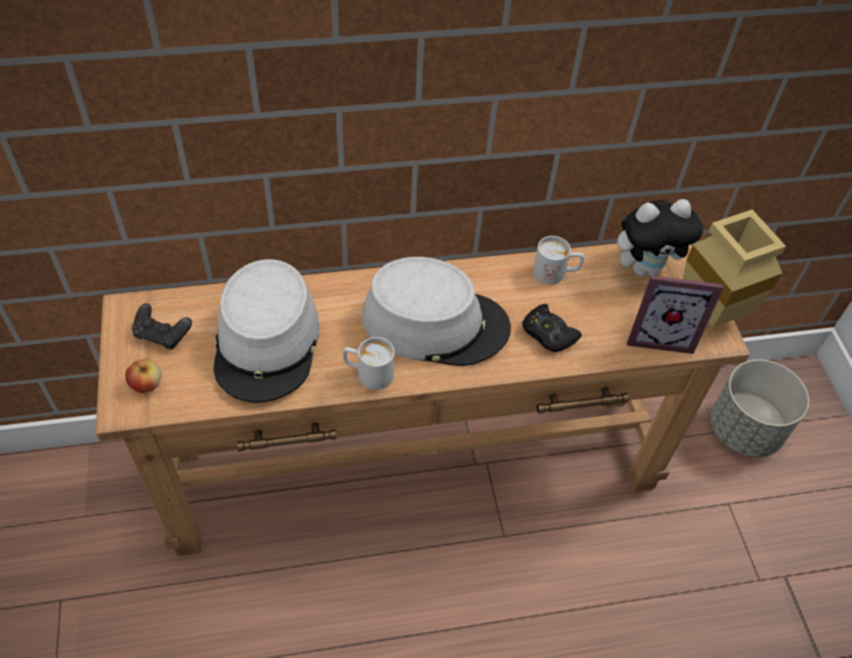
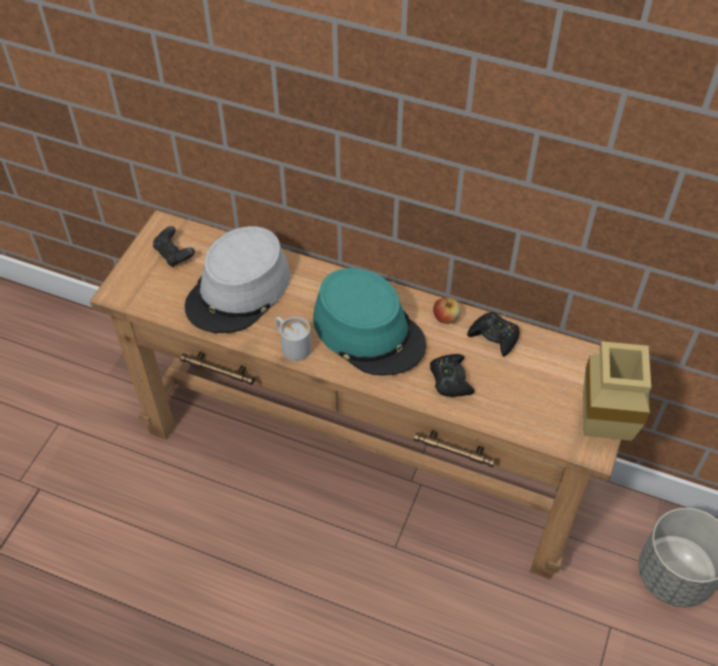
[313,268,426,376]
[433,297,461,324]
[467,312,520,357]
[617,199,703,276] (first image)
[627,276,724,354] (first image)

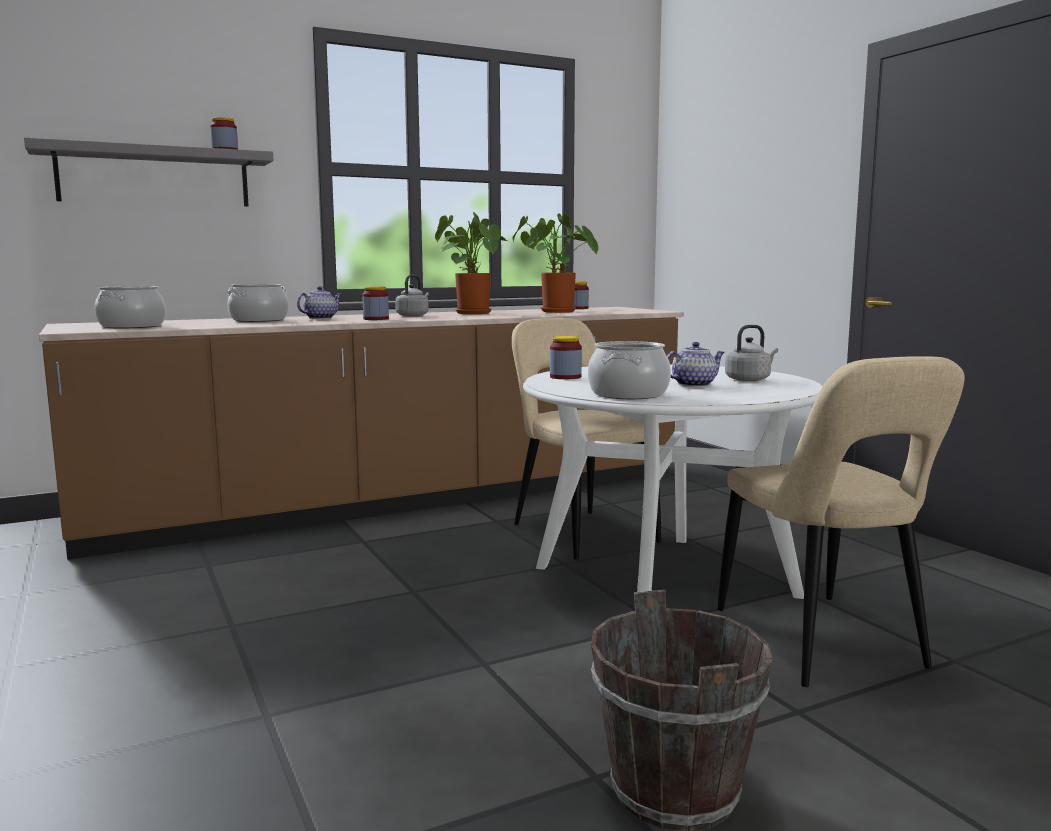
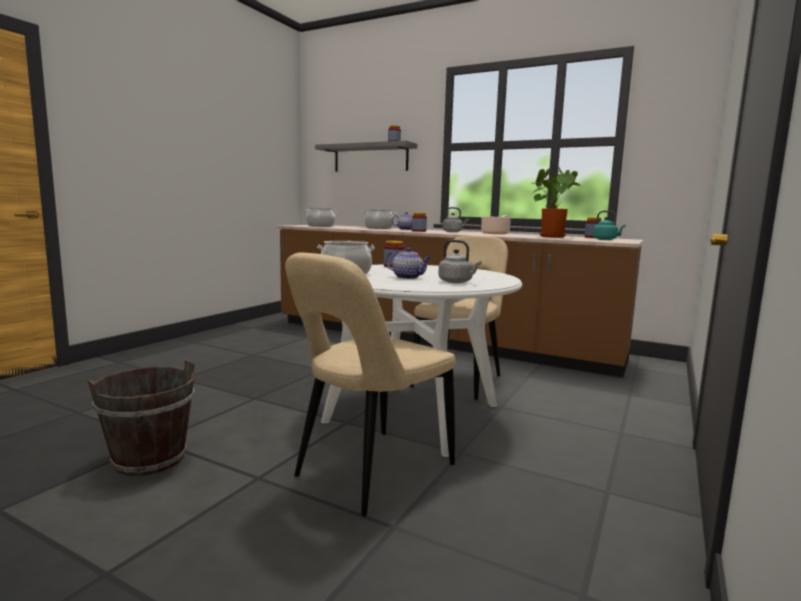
[480,215,512,234]
[593,210,626,240]

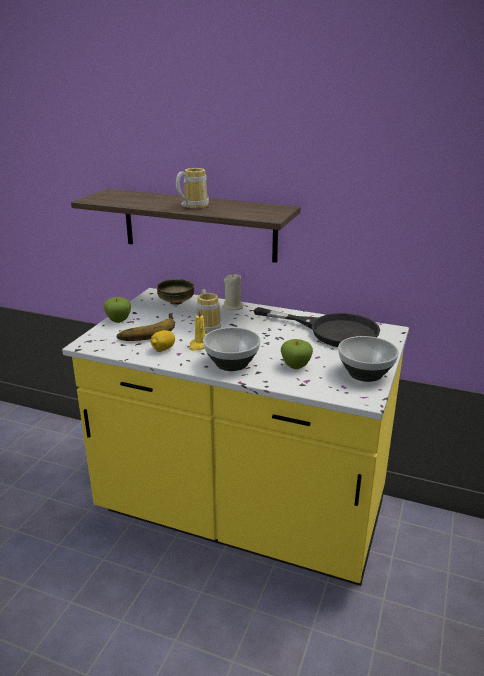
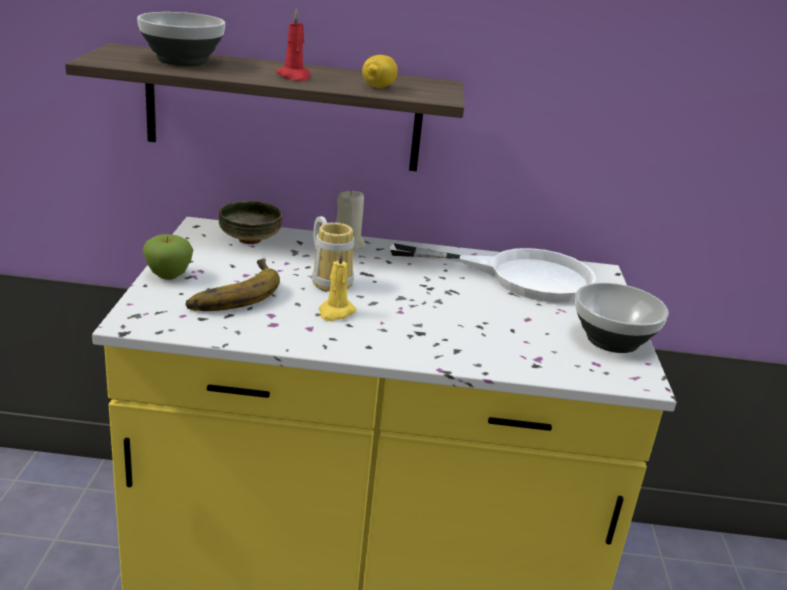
[137,12,225,66]
[276,9,311,81]
[362,55,398,88]
[390,243,596,302]
[281,339,313,369] (first image)

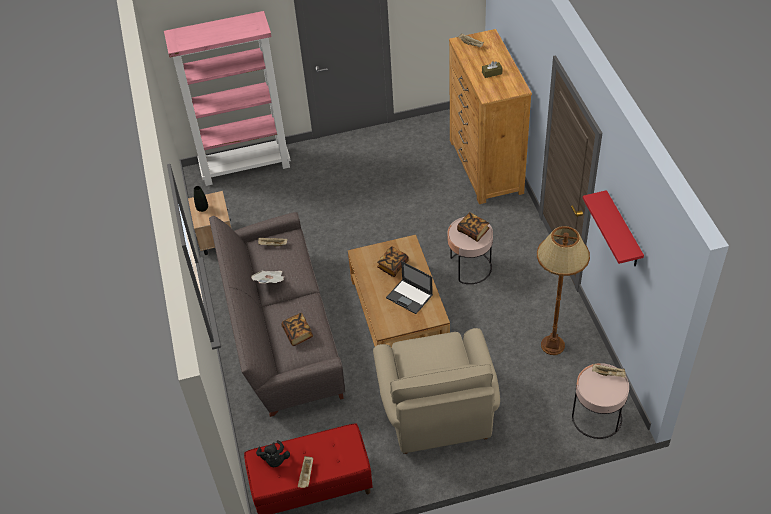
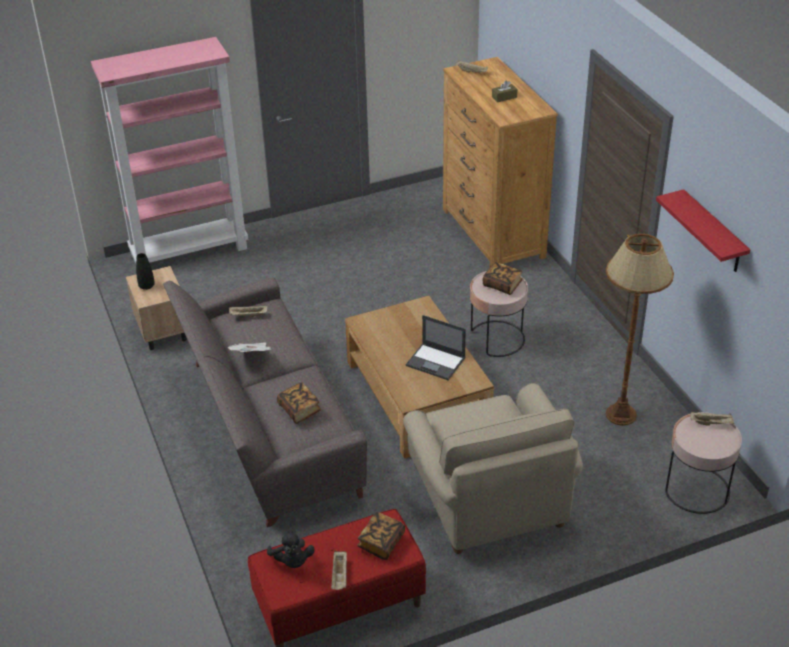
[357,512,405,560]

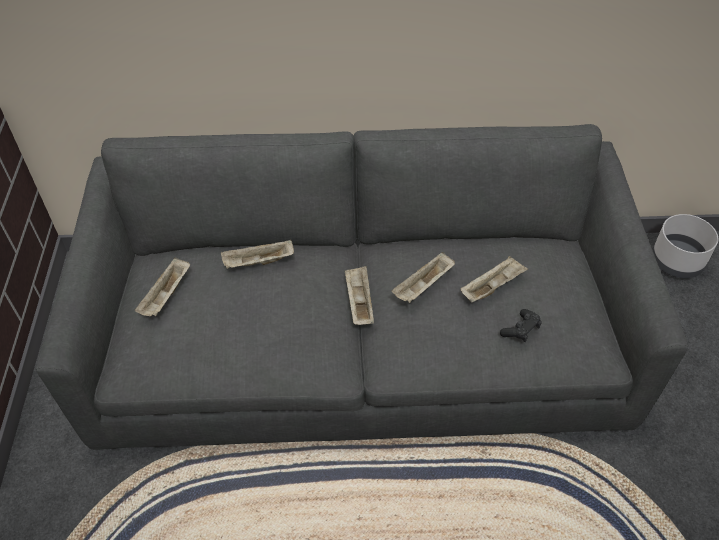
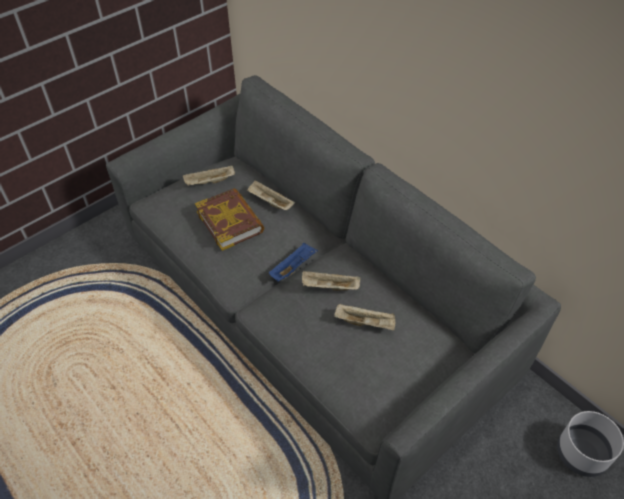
[195,188,264,251]
[269,243,318,282]
[500,309,542,342] (first image)

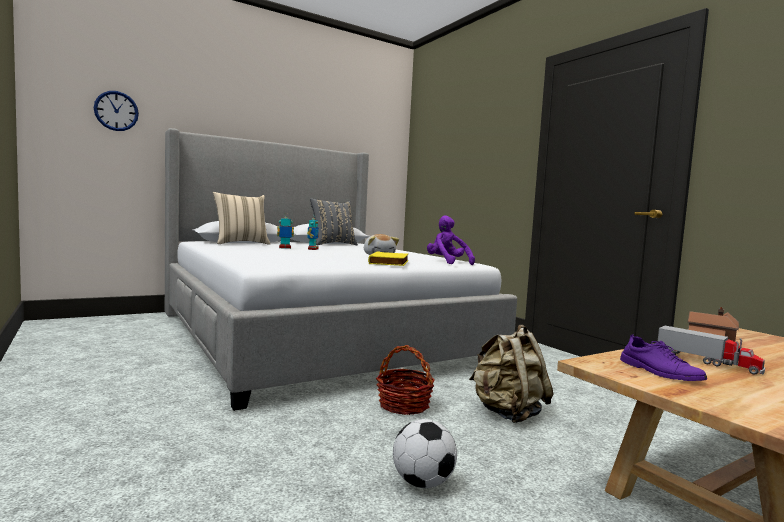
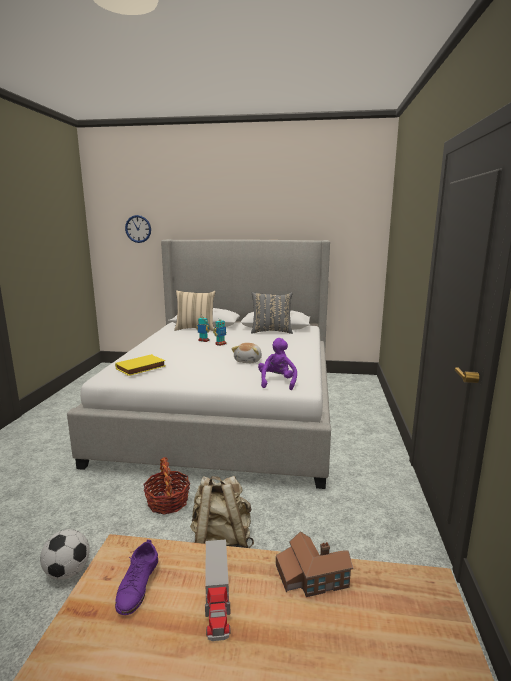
[115,354,166,376]

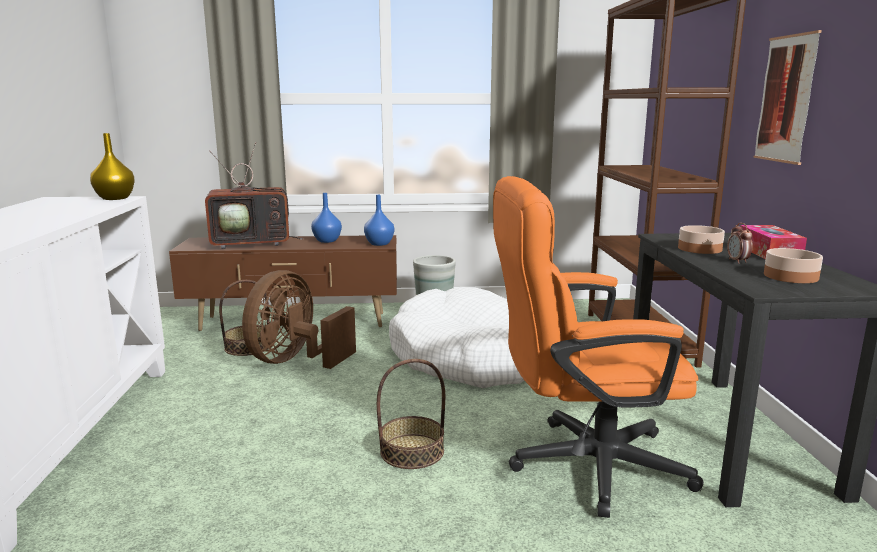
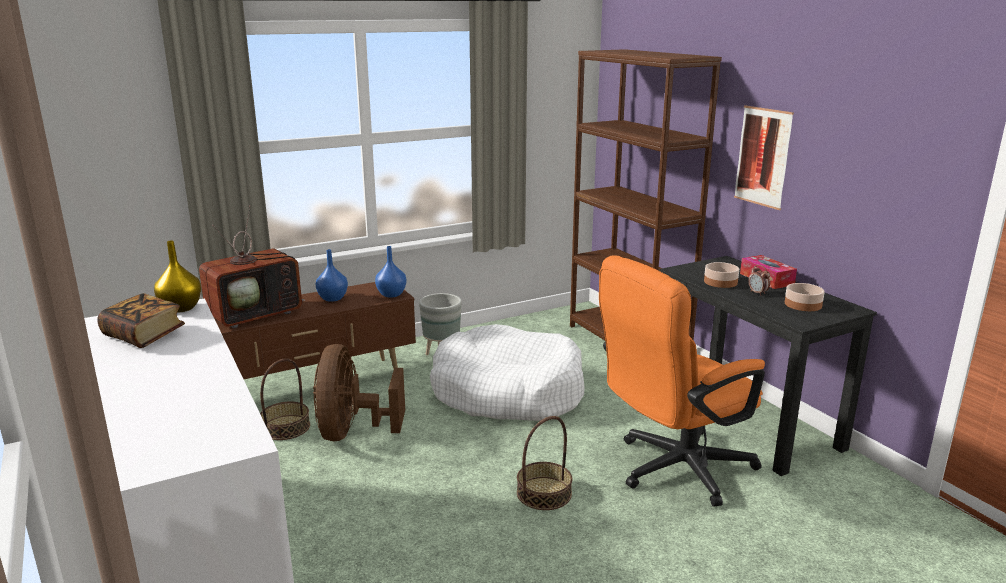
[97,293,185,348]

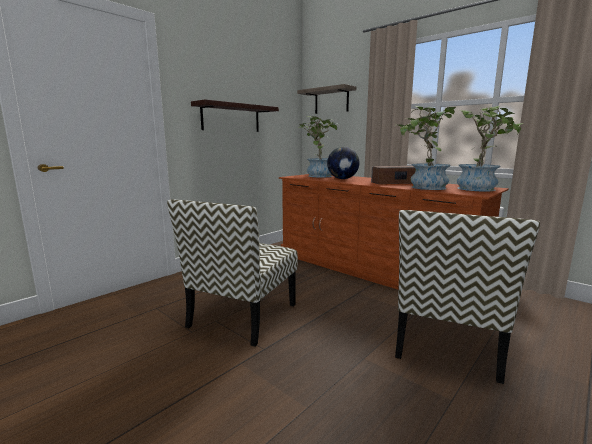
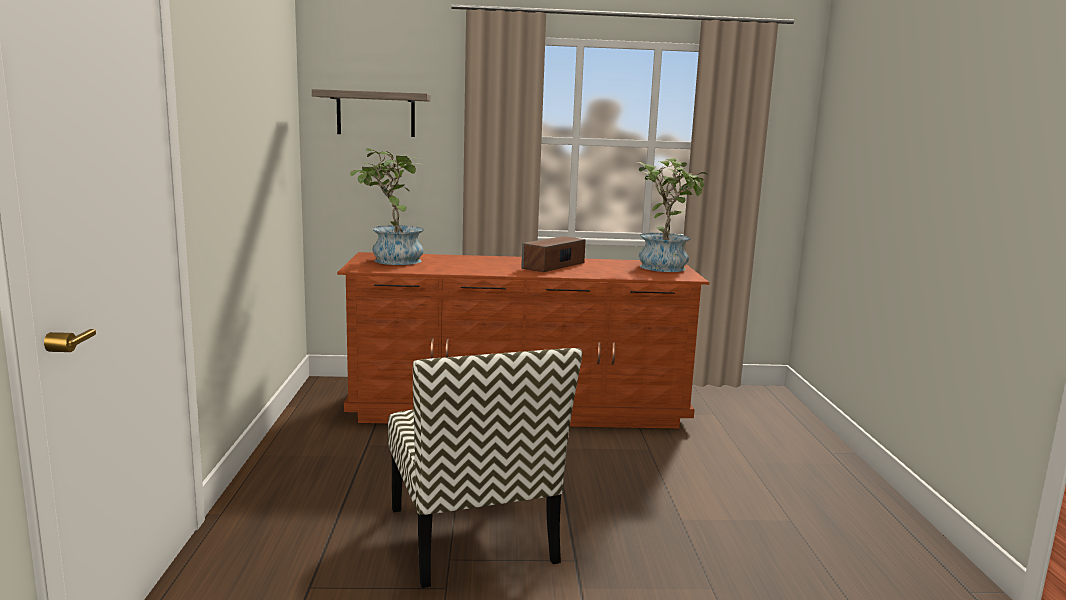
[191,99,279,132] (first image)
[327,147,360,179] (first image)
[395,210,540,384] (first image)
[398,106,456,190] (first image)

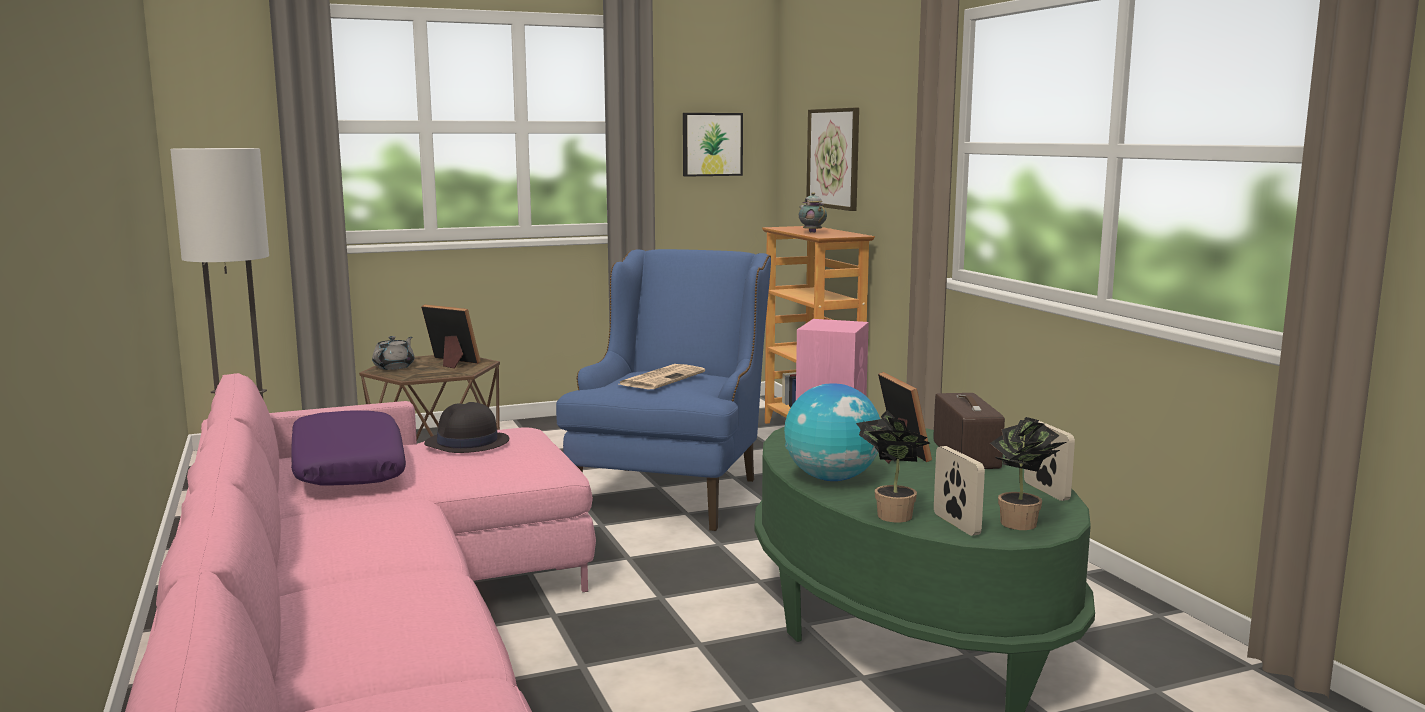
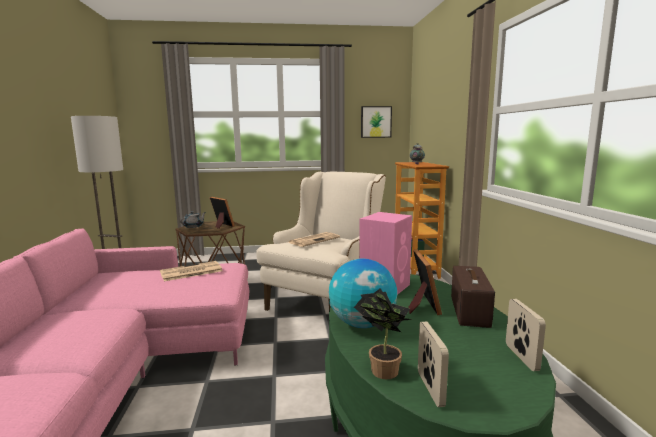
[160,261,222,281]
[256,172,386,311]
[291,410,406,486] (first image)
[806,108,859,211] (first image)
[990,417,1066,530] (first image)

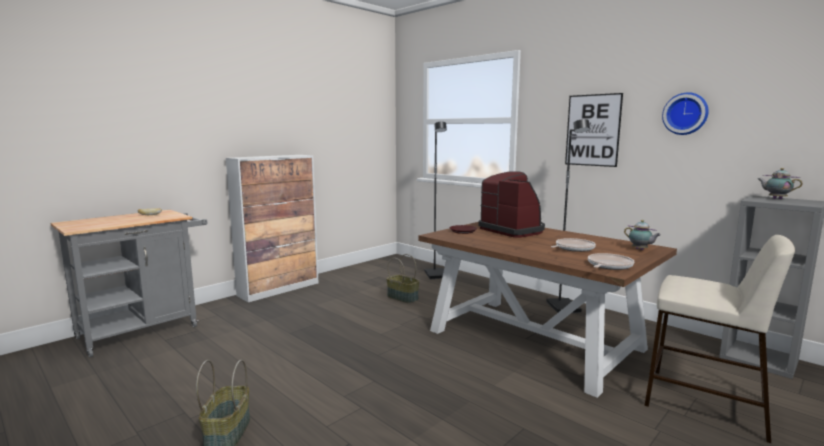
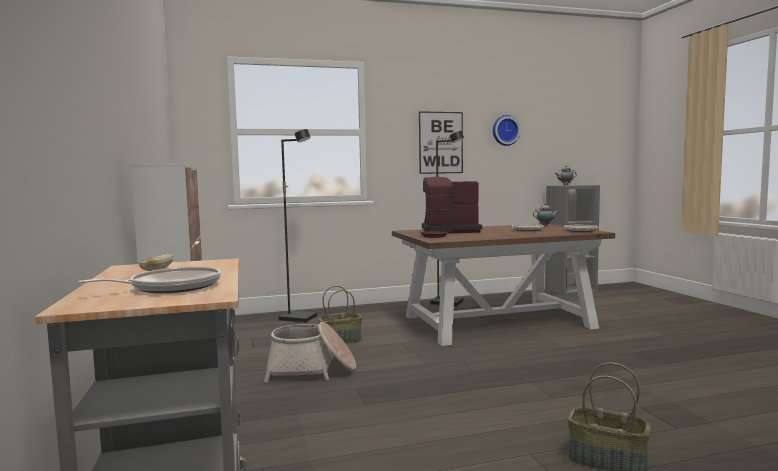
[78,267,221,293]
[264,322,356,383]
[644,235,795,443] (first image)

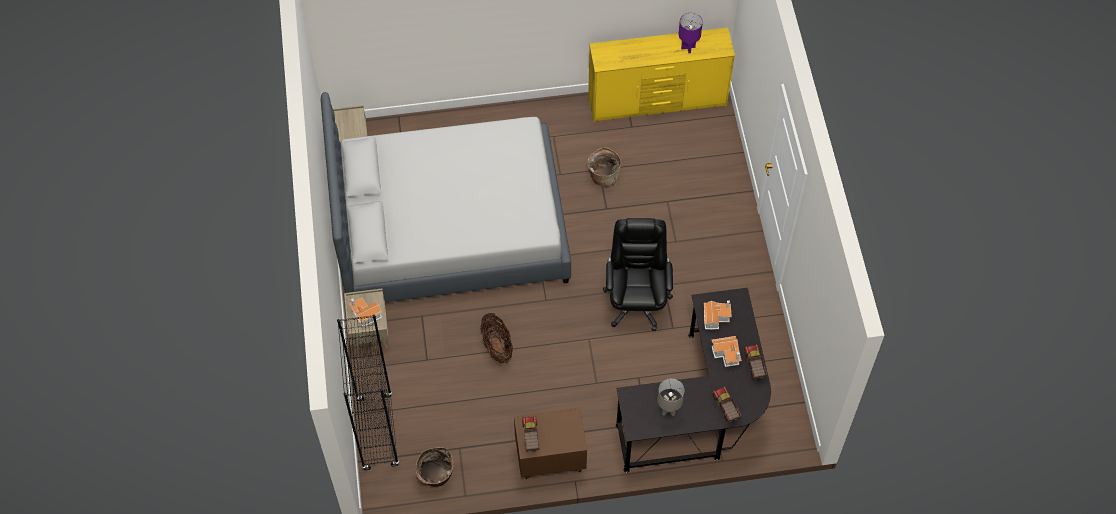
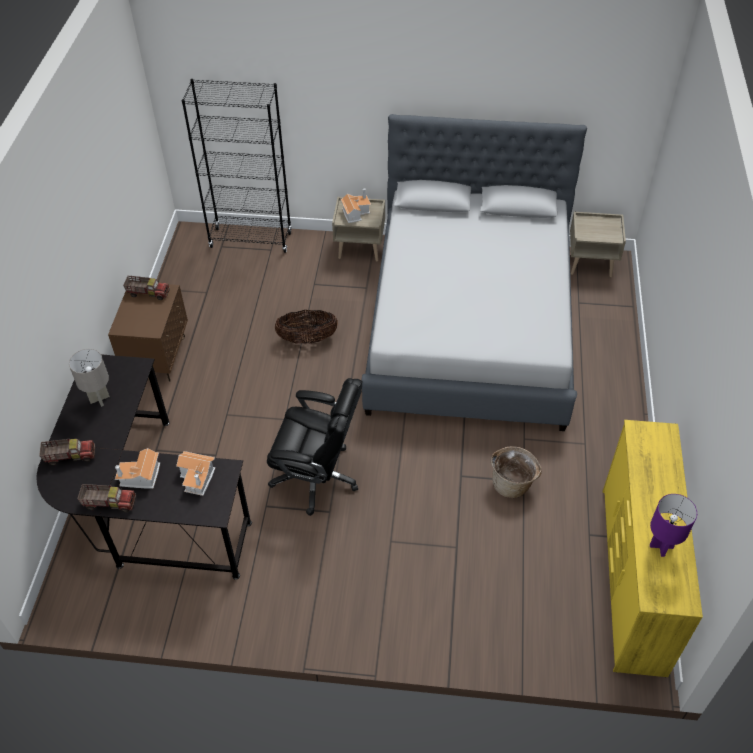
[416,447,453,487] (first image)

